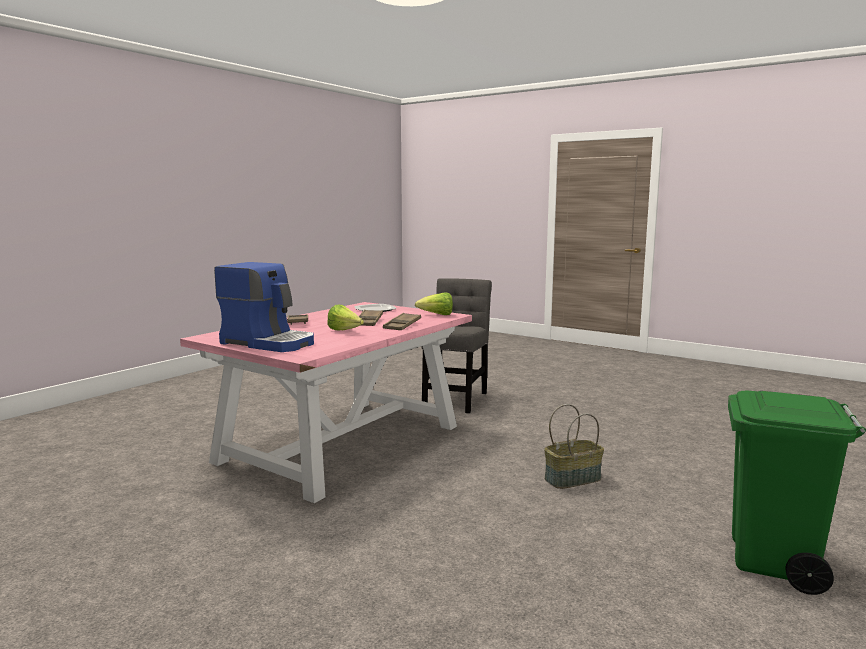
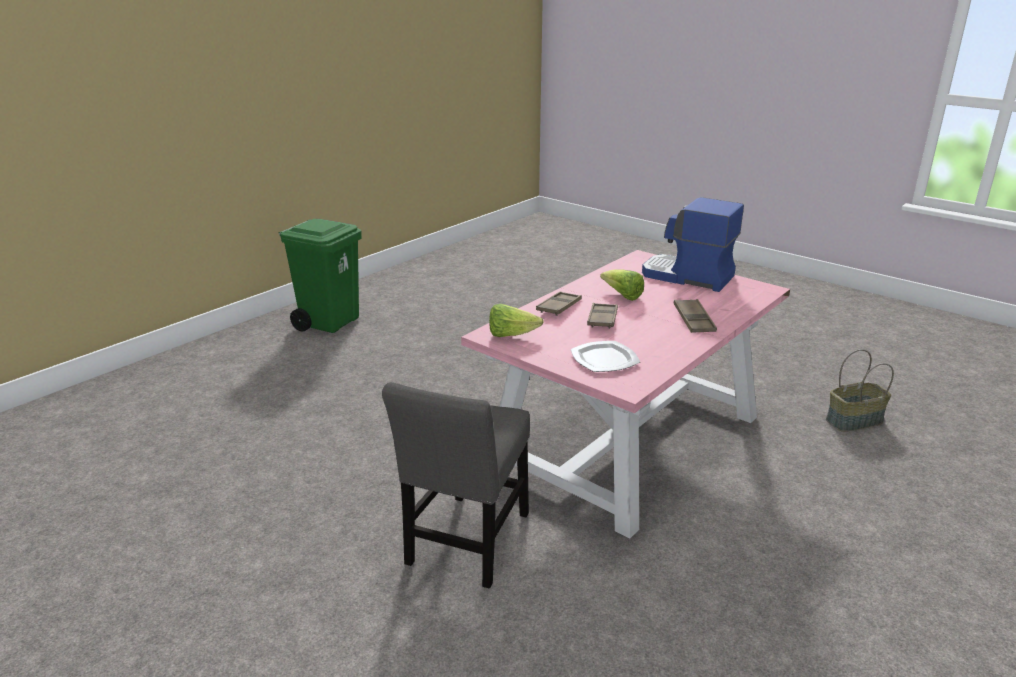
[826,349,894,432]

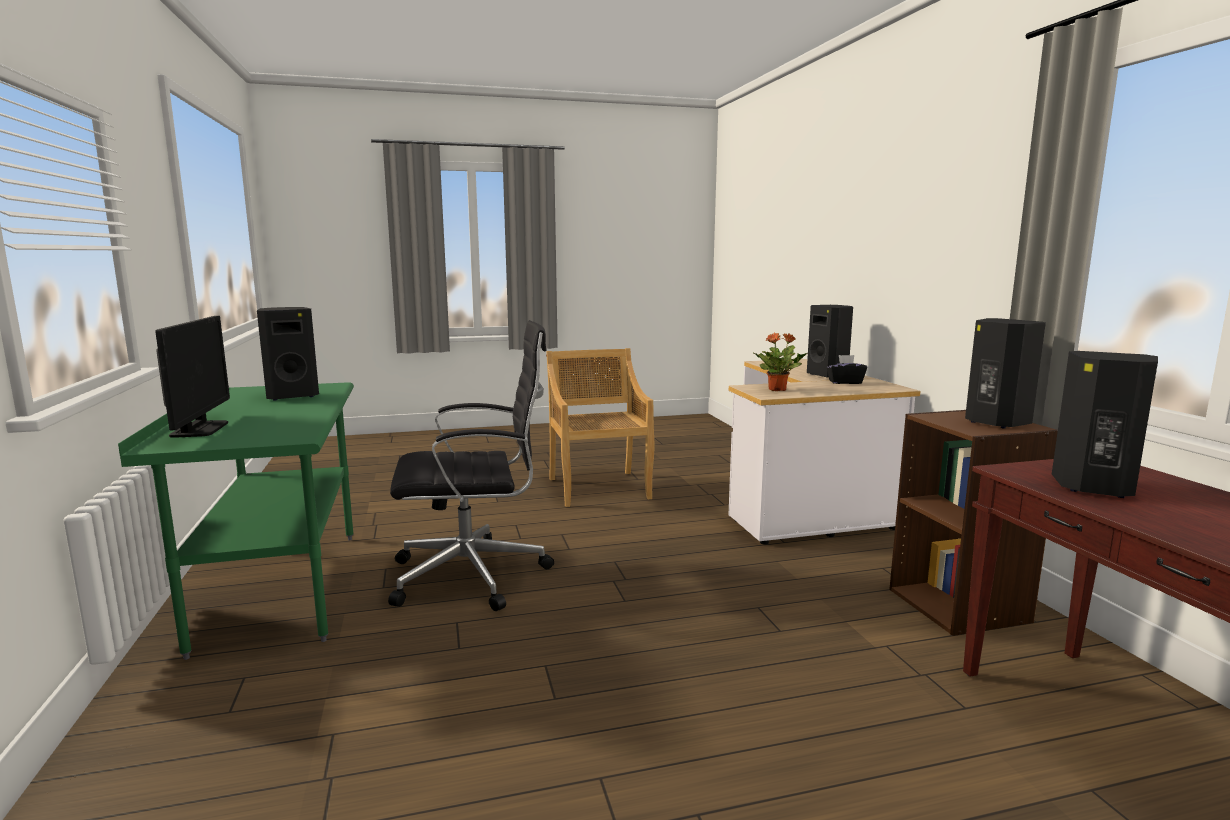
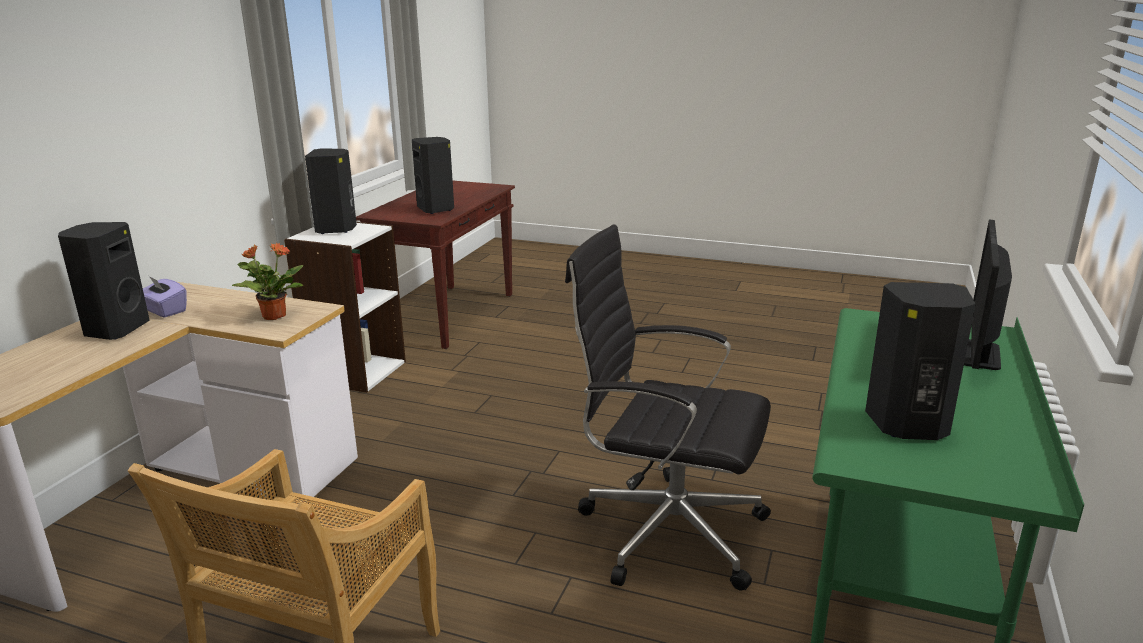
[143,275,187,318]
[284,222,406,393]

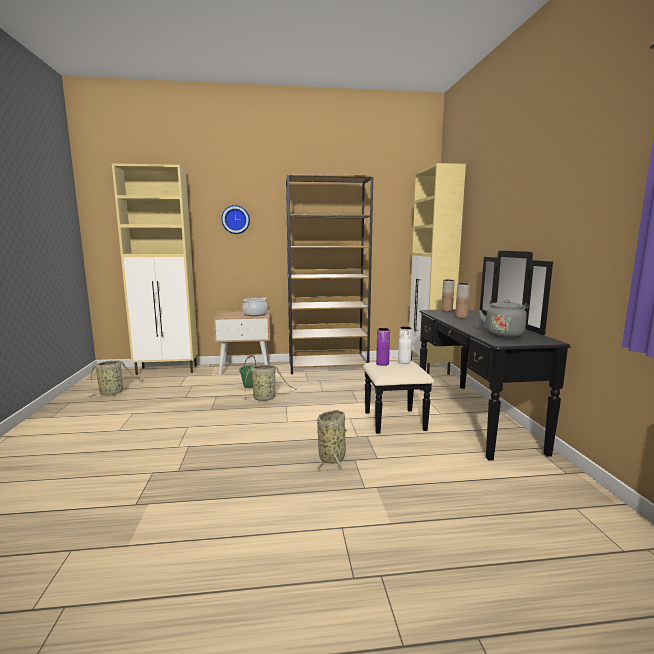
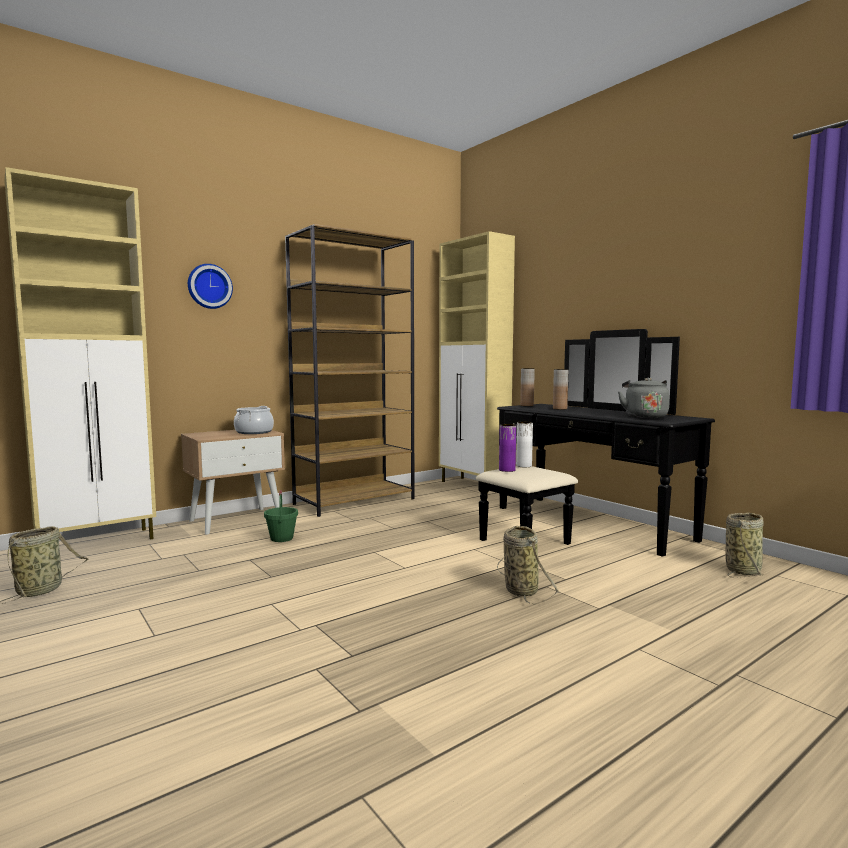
[725,513,764,578]

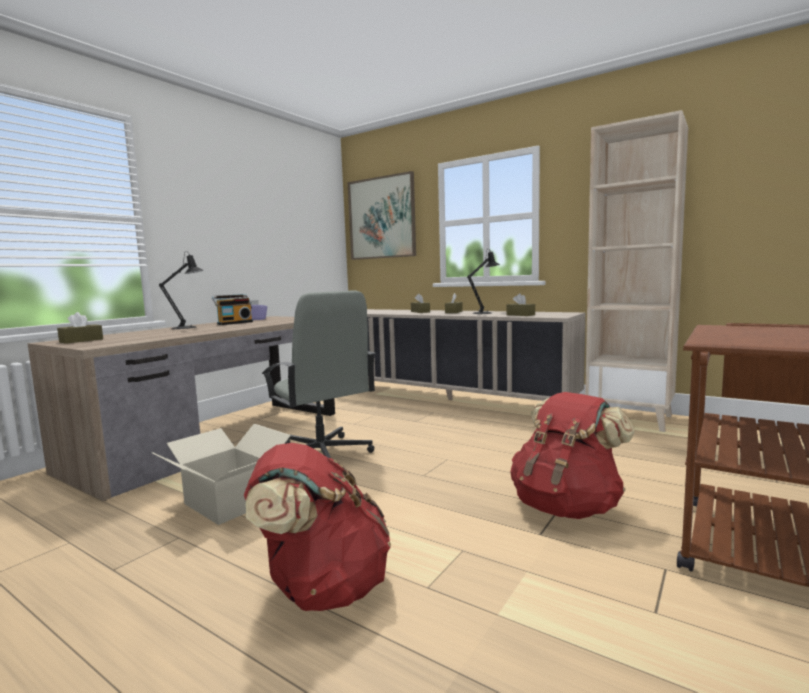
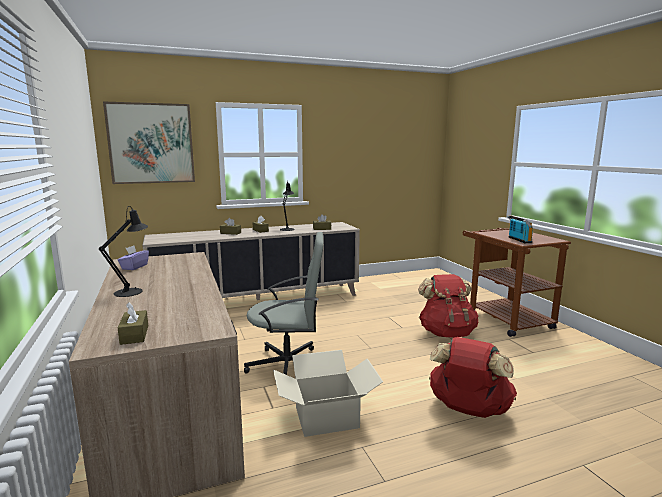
[507,215,533,243]
[585,110,688,432] (first image)

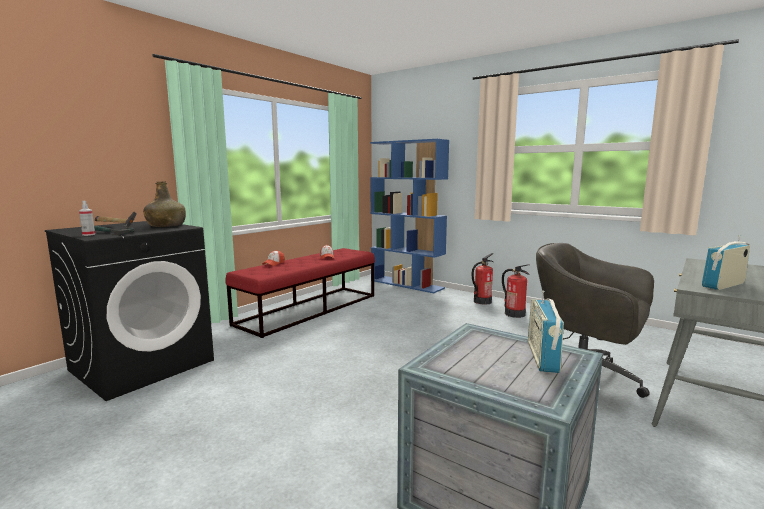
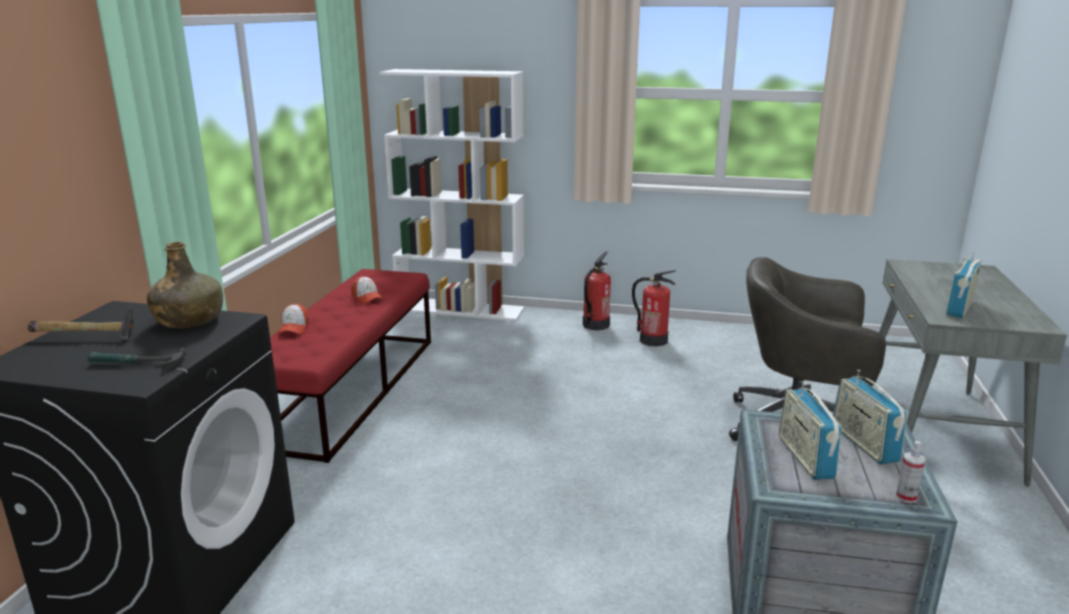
[380,69,524,321]
[779,381,842,480]
[896,441,926,503]

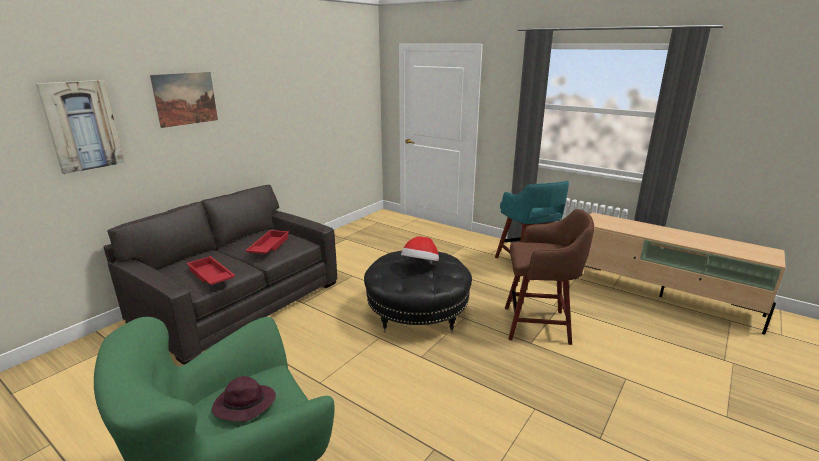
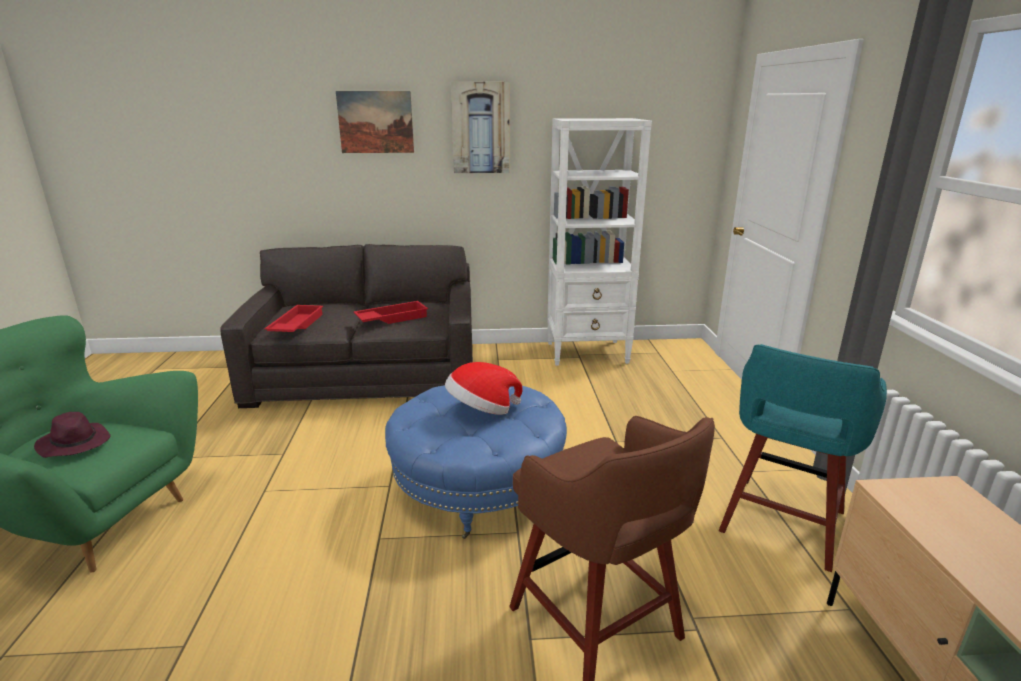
[385,385,567,539]
[451,82,510,173]
[547,118,652,366]

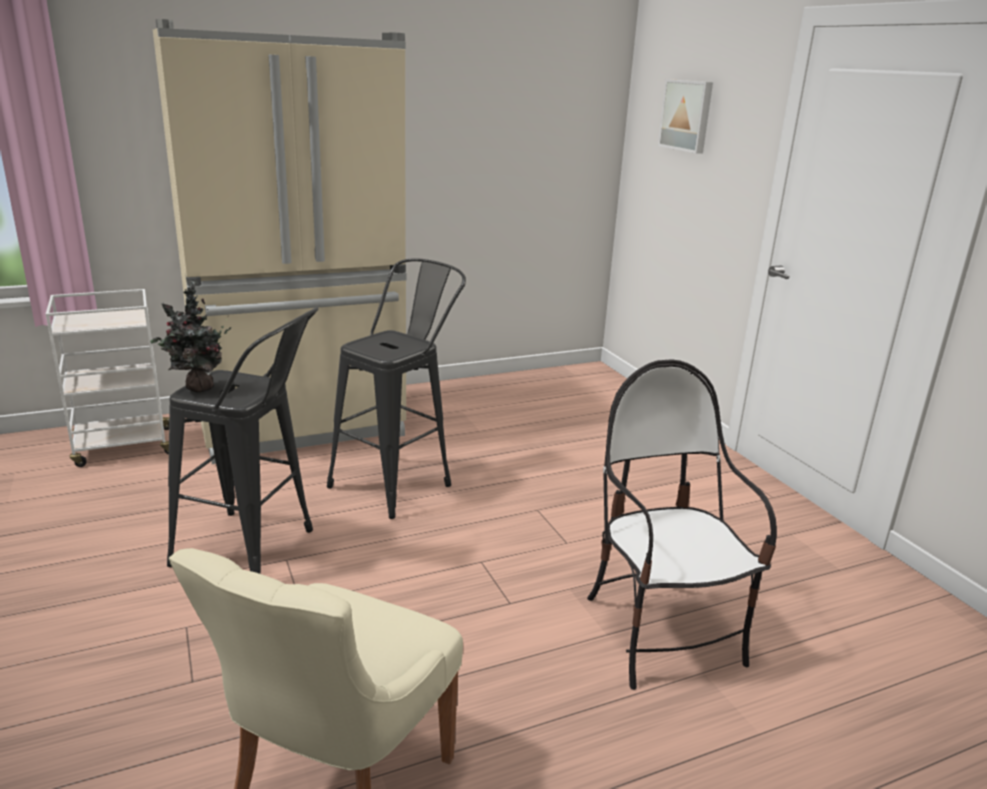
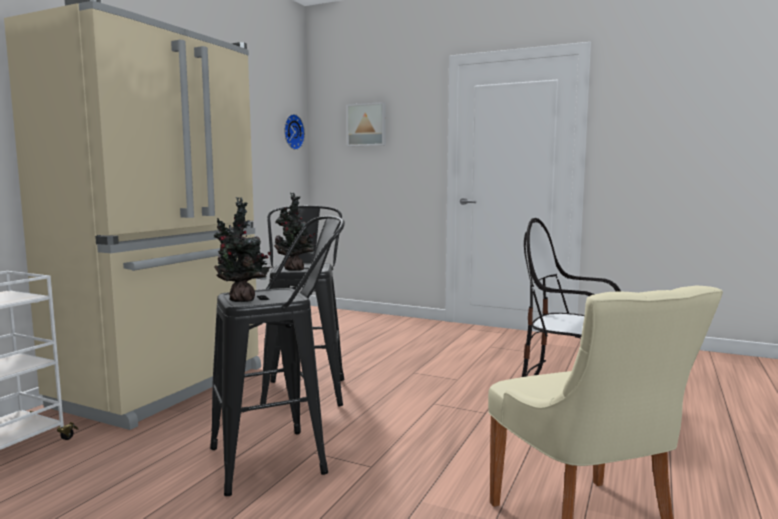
[274,193,315,271]
[284,114,305,150]

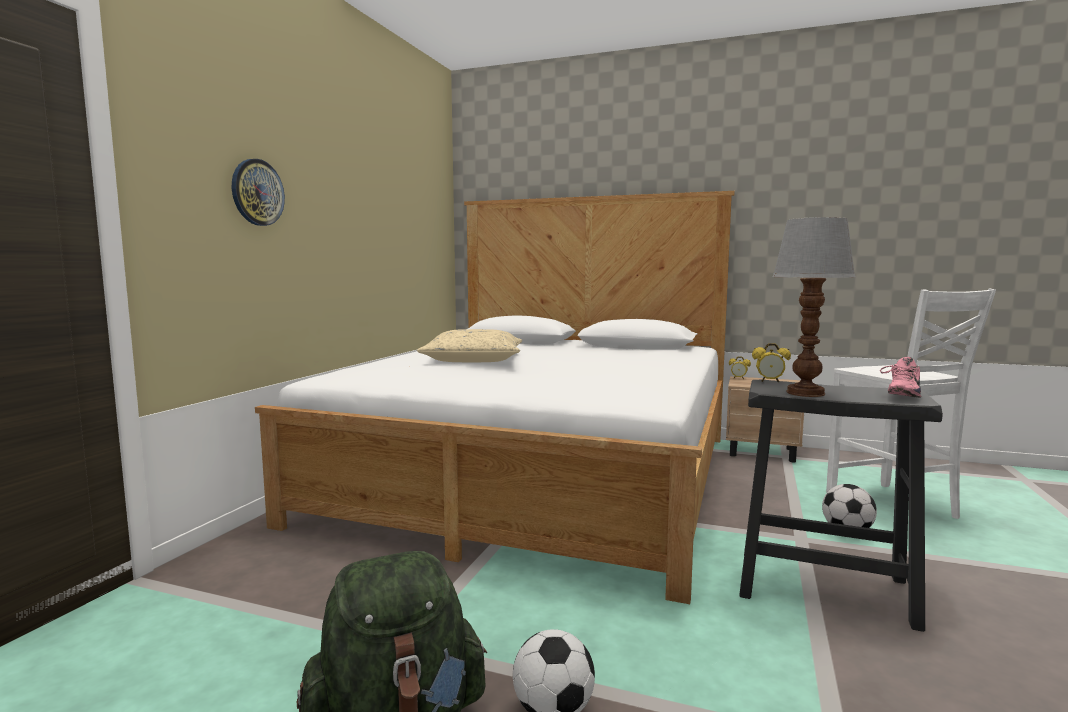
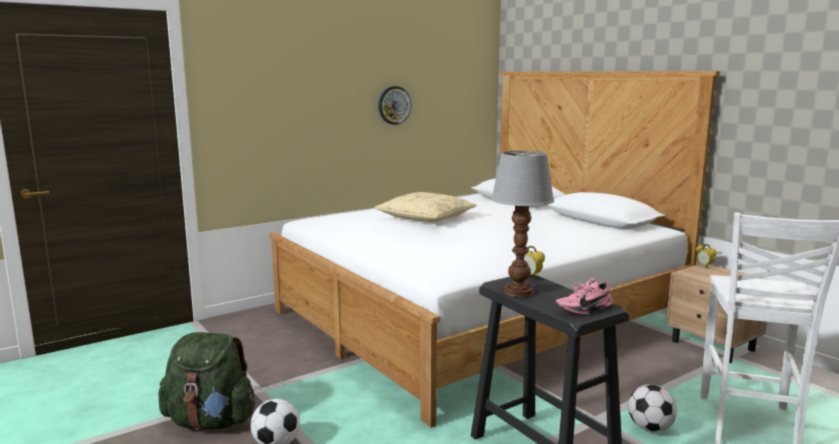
[378,86,412,125]

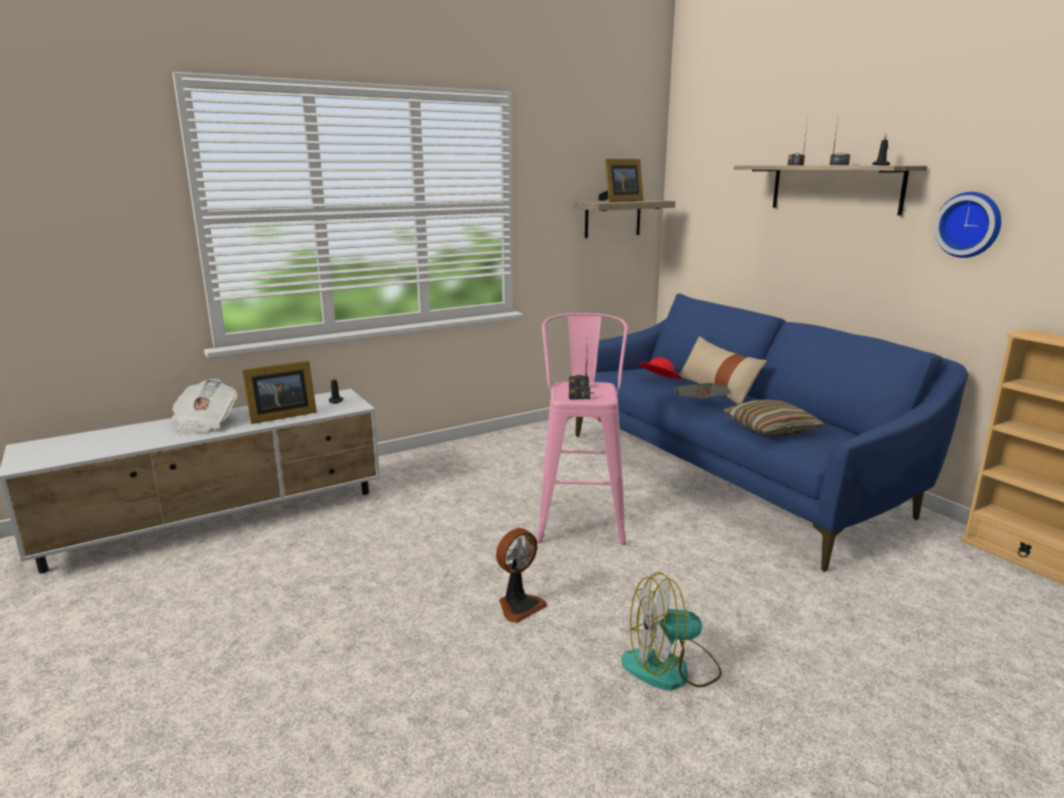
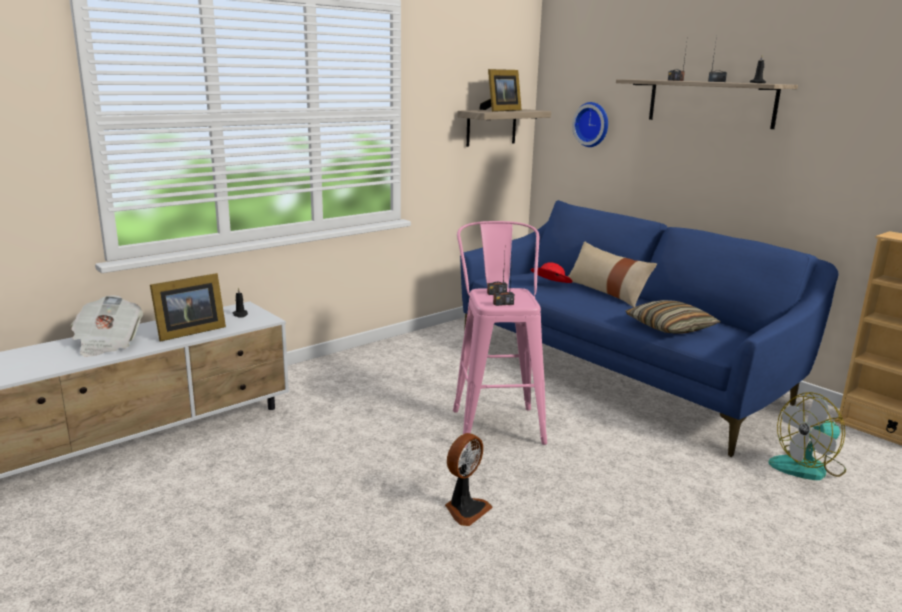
[572,102,608,147]
[768,392,846,480]
[674,383,732,398] (first image)

